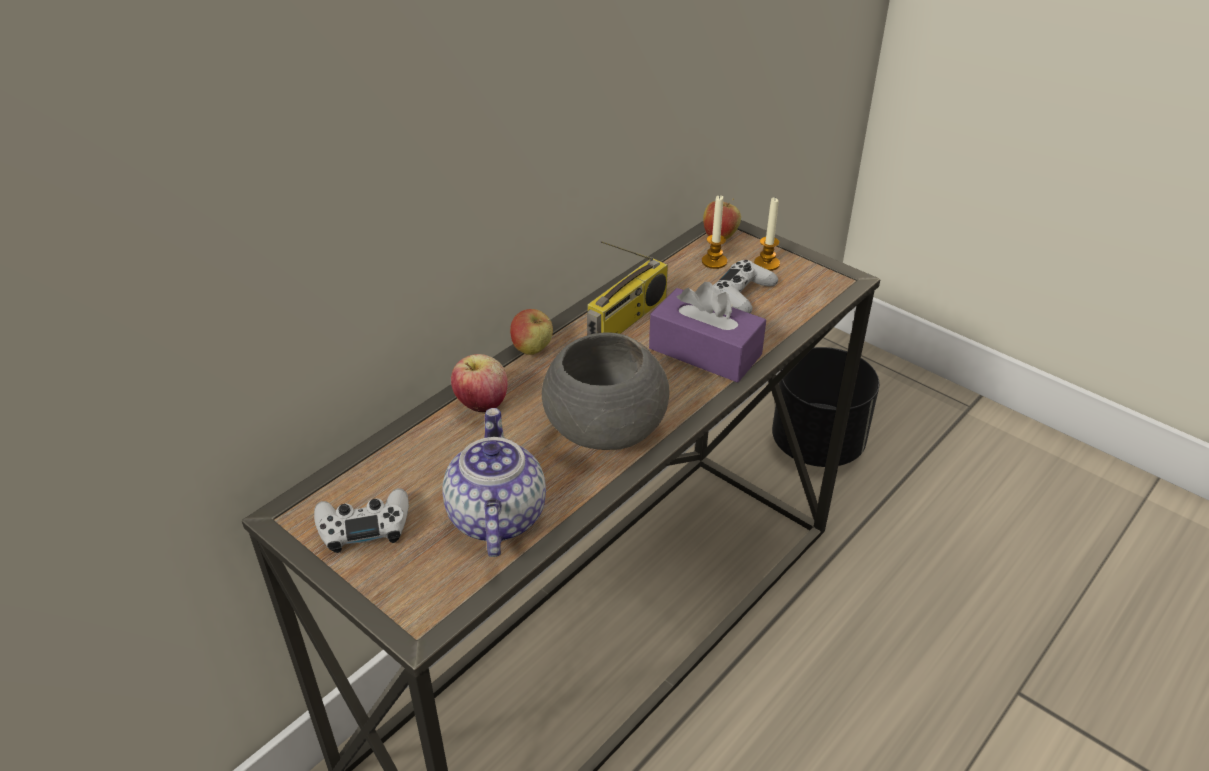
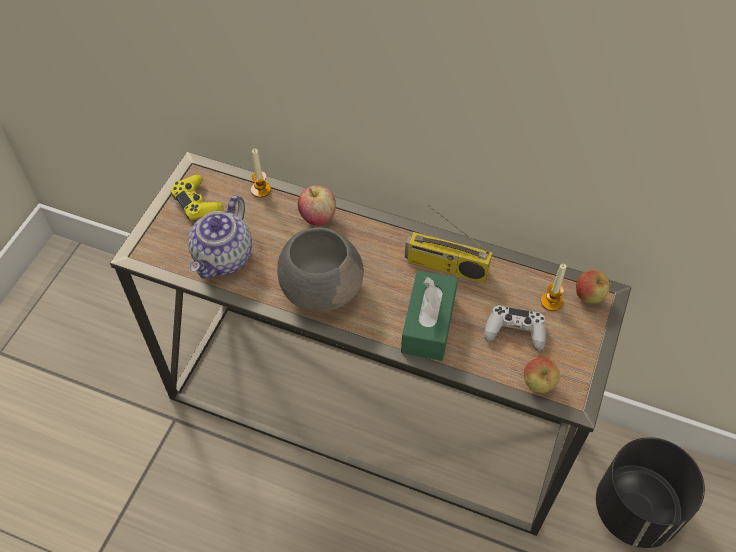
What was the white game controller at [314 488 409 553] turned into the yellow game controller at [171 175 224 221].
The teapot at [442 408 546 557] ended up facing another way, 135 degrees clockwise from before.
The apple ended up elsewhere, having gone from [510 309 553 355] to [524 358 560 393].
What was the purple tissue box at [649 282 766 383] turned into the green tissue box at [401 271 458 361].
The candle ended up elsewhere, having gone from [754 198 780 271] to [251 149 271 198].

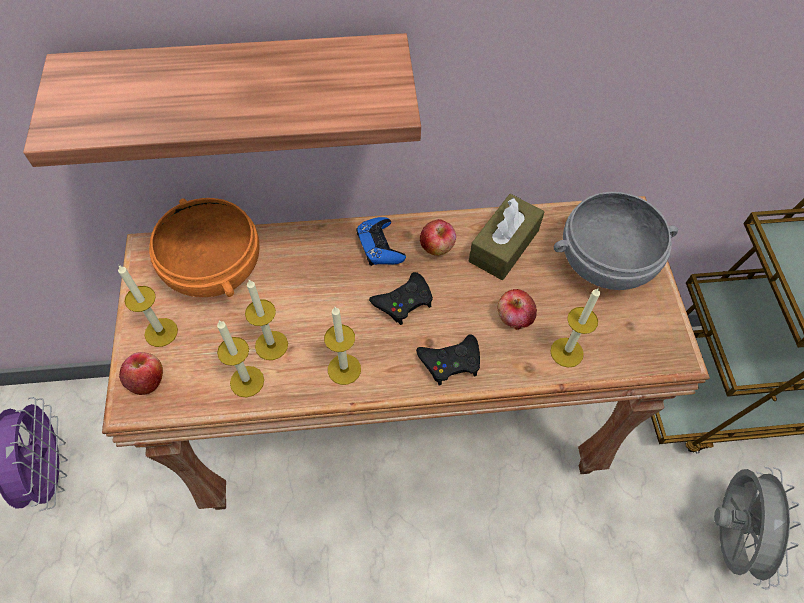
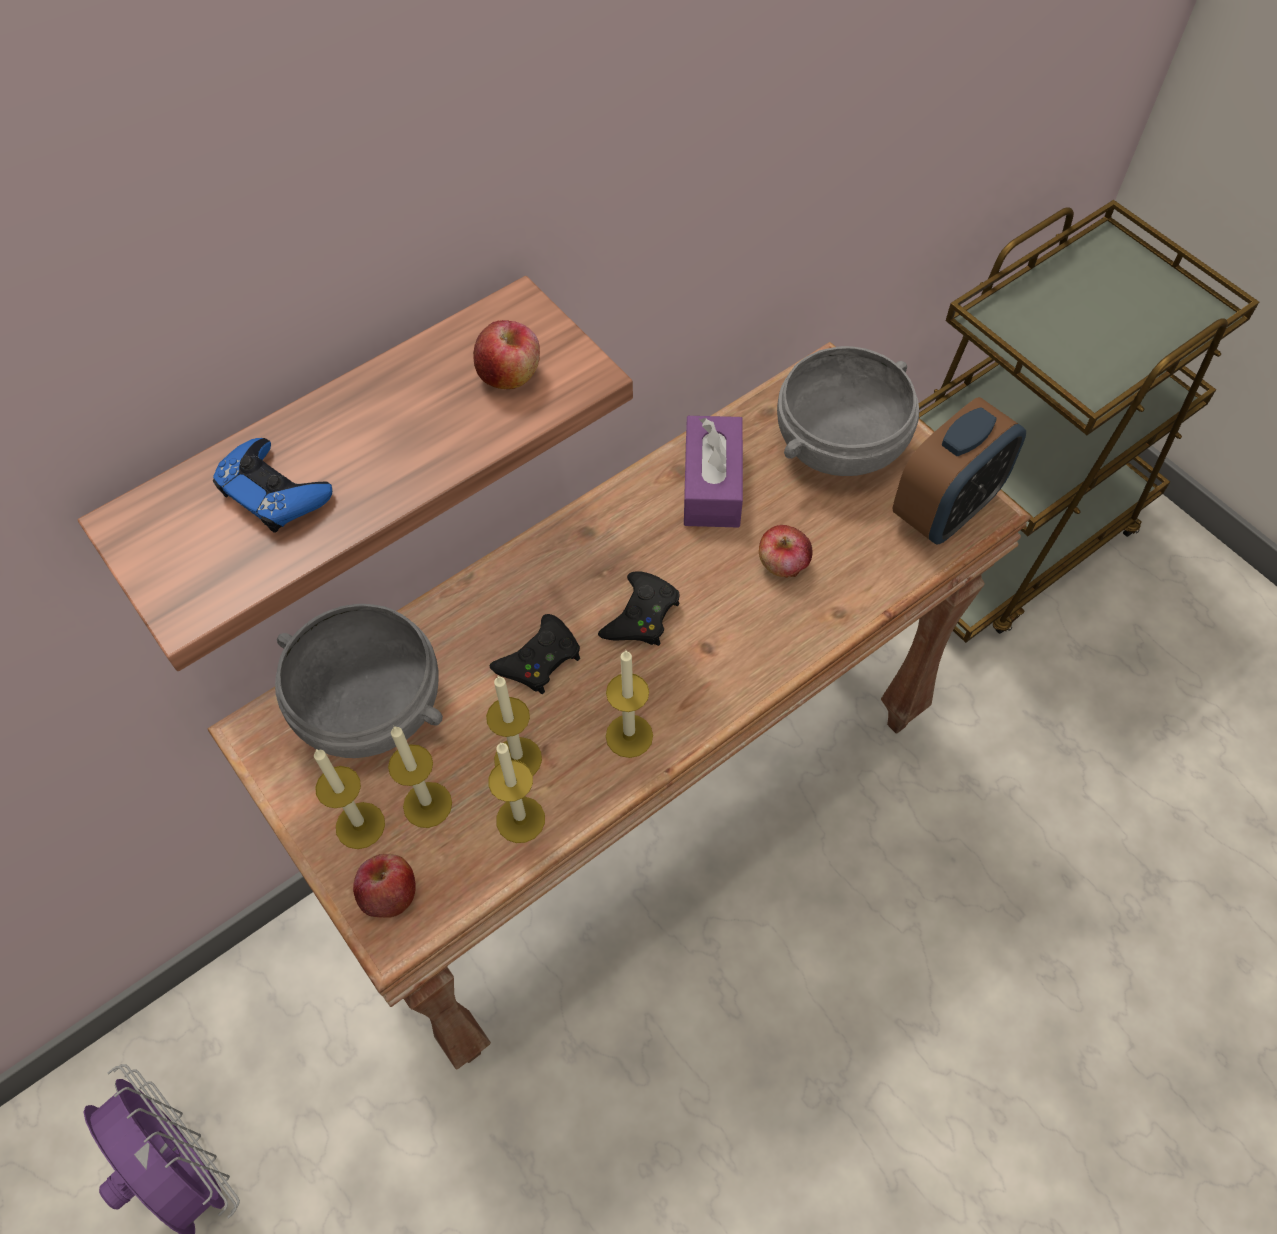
What was the orange bowl at [149 198 259 297] turned into the grey bowl at [275 604 443 758].
The blue game controller ended up elsewhere, having gone from [356 217 406 266] to [213 438 332 533].
The black game controller ended up elsewhere, having gone from [416 334 480 386] to [490 614 580 694].
The apple ended up elsewhere, having gone from [420 219 456 256] to [473 320 540 389].
What was the brown tissue box at [469 194 544 280] turned into the purple tissue box at [684 416 743 528].
The candle ended up elsewhere, having gone from [550 287 600 367] to [388 726 452 828].
The second view lost the grey fan at [714 467 801 589].
The second view gained the alarm clock at [893 397 1026 545].

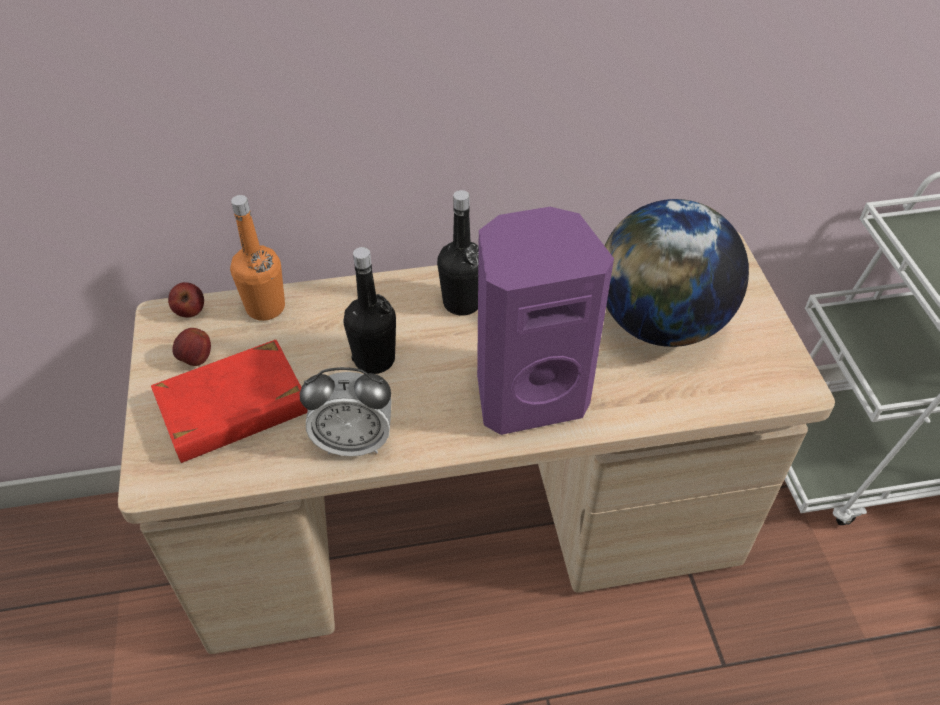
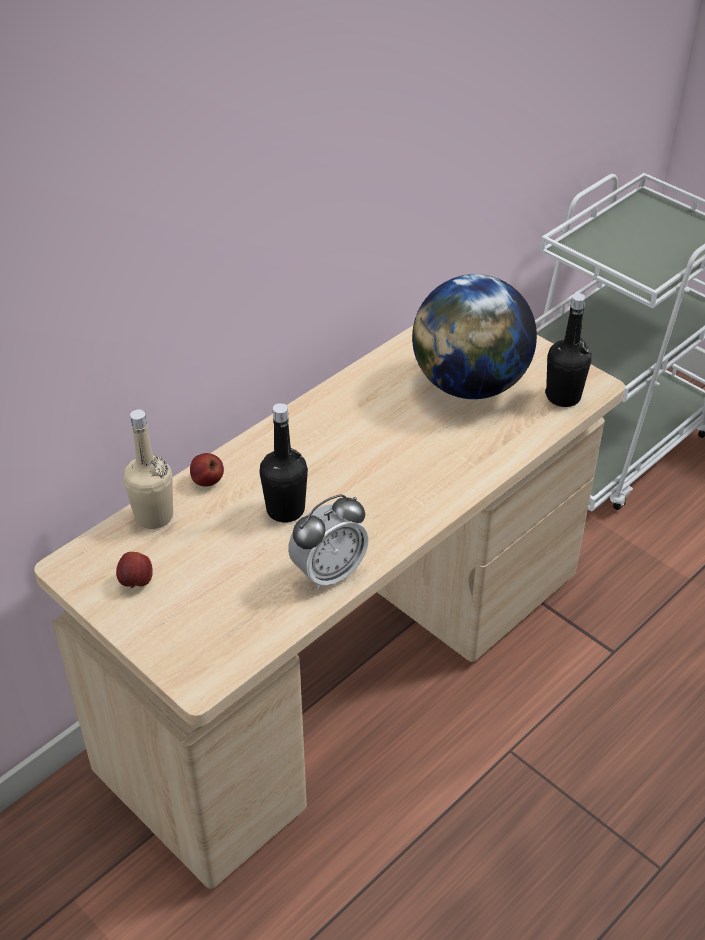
The second view lost the red book at [151 340 308 463].
The apple ended up elsewhere, having gone from [168 282 204 317] to [190 453 224 487].
What was the orange bottle at [230 195 285 321] turned into the beige bottle at [123 409 173 529].
The black bottle ended up elsewhere, having gone from [437 190 479 316] to [545 293 591 407].
The second view lost the purple speaker at [477 207 614 435].

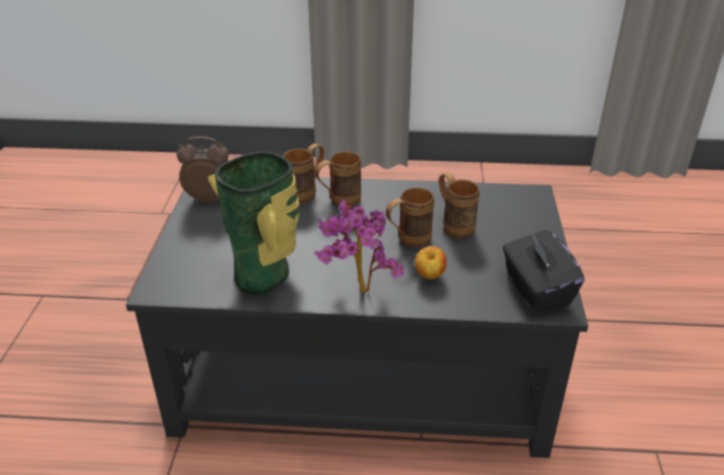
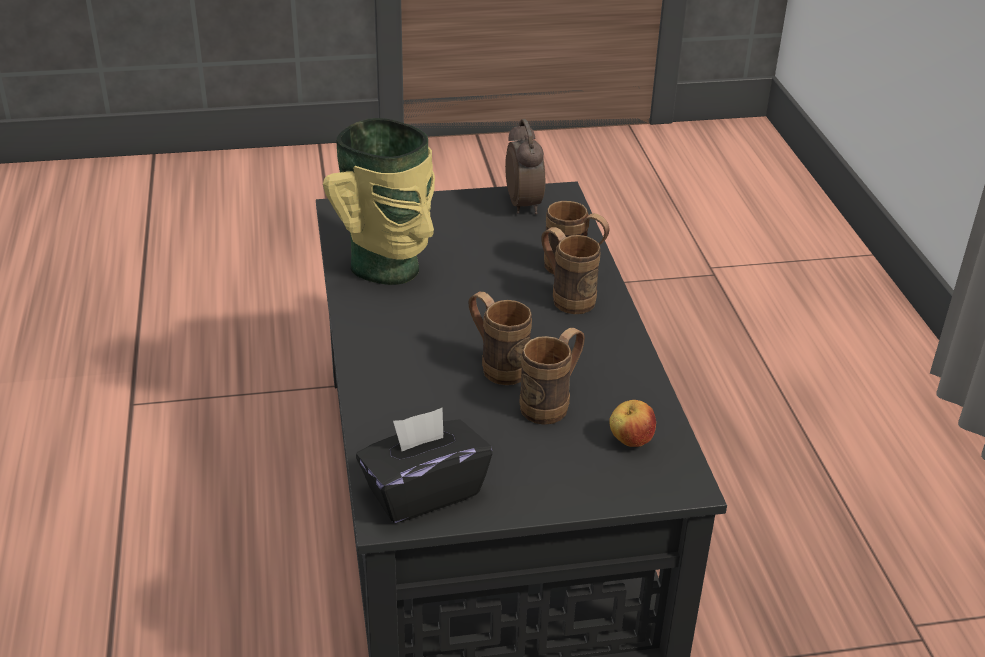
The second view lost the potted plant at [314 200 404 293].
The apple ended up elsewhere, having gone from [415 246 447 279] to [609 400 656 447].

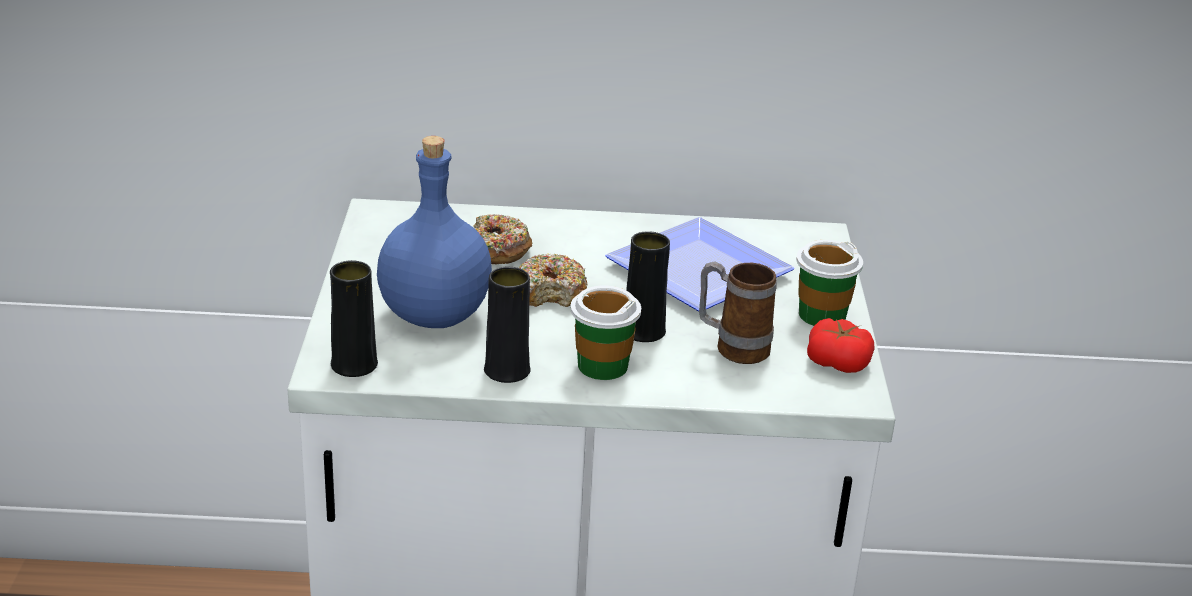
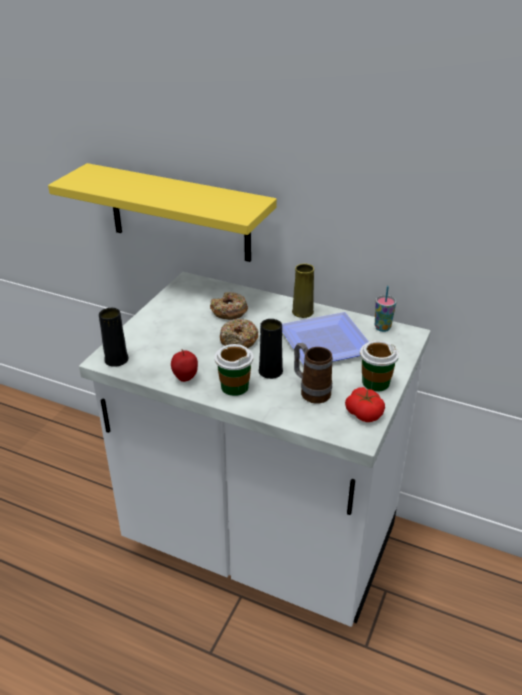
The second view lost the blue bottle at [377 136 492 328].
Where the black vase stood at [484 267 531 383], the apple came to stand at [171 349 198 382].
The second view gained the yellow shelf at [48 163 277 262].
The second view gained the yellow vase at [292 264 314 318].
The second view gained the cup at [375 286 396 332].

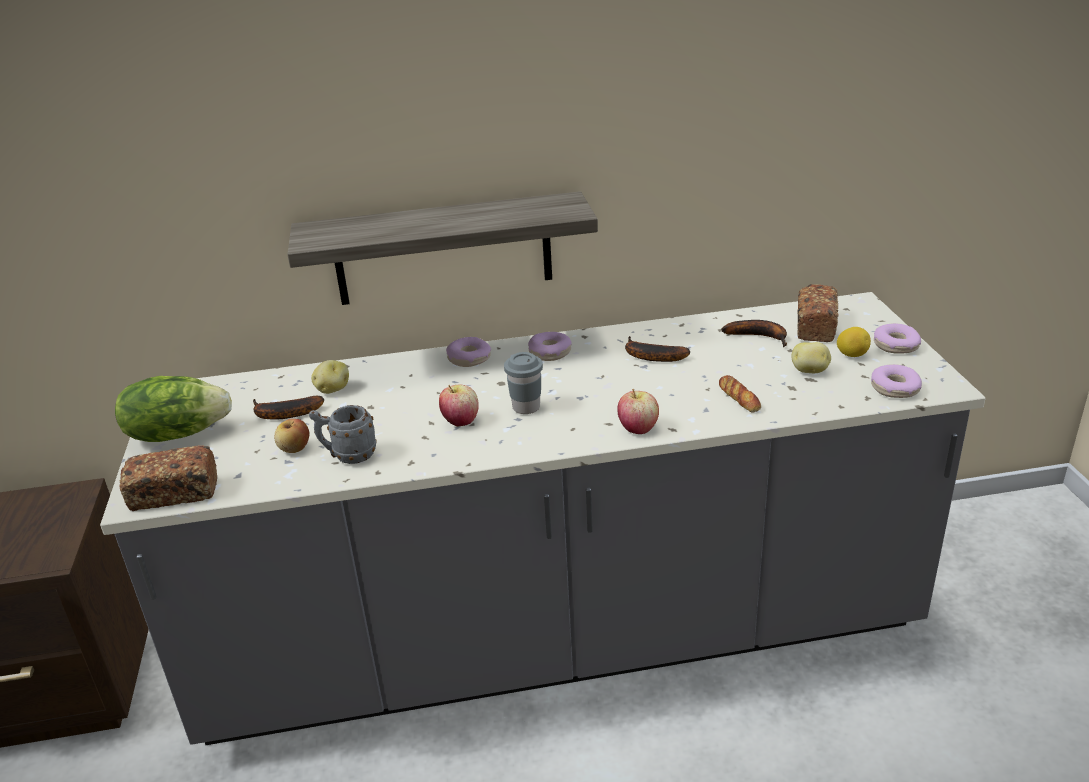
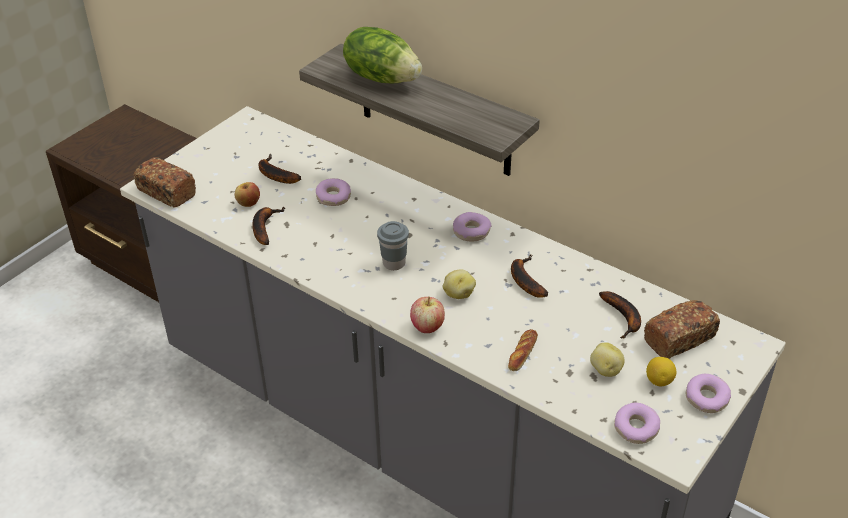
The lettuce ended up elsewhere, having gone from [115 376 232 442] to [343 27 422 83].
Where the grey mug stood at [309 405 377 464], the banana came to stand at [253 207 285 245].
The potato ended up elsewhere, having gone from [311 360 349 394] to [443 270 476 299].
The second view lost the apple at [439 384 479 427].
The donut ended up elsewhere, having gone from [446 337 491 367] to [316 178 351 206].

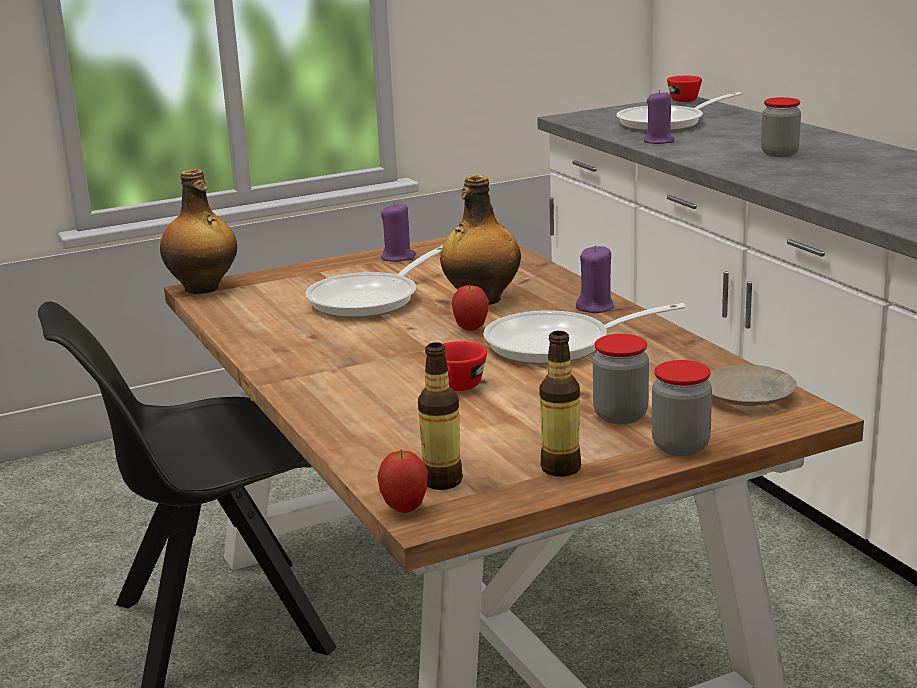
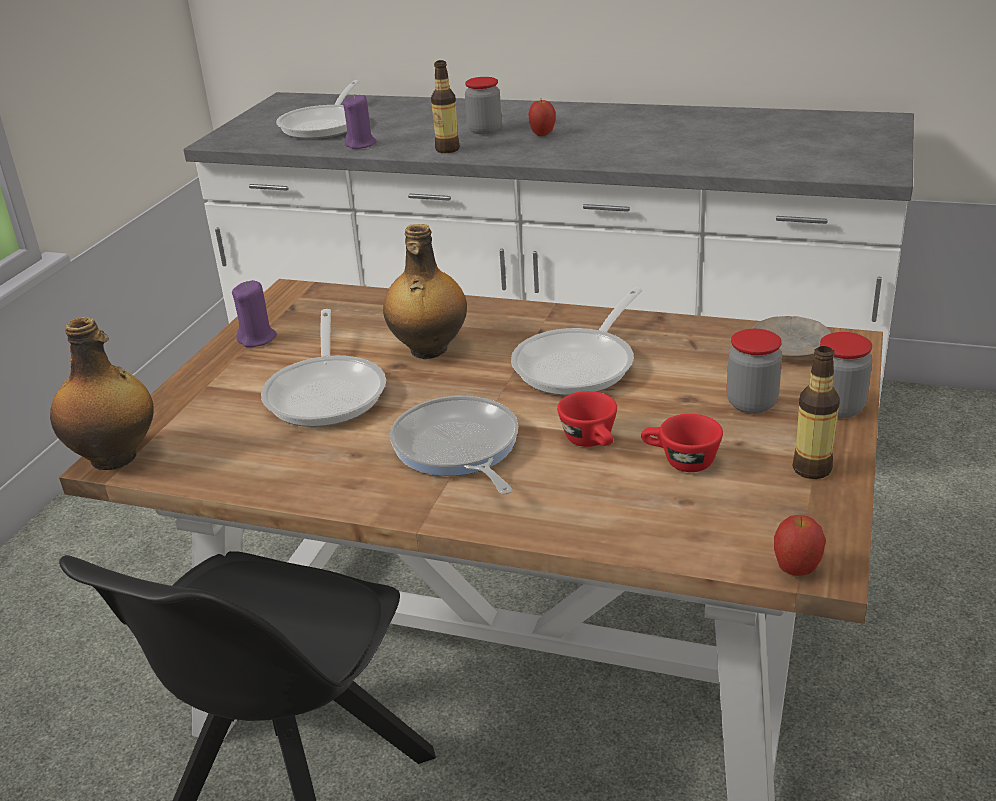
The bottle ended up elsewhere, having gone from [418 343 463 490] to [431 60 460 153].
The apple ended up elsewhere, having gone from [452 285 489 331] to [528 100 556 136].
The second view lost the purple candle at [576 245 614 313].
The red cup ended up elsewhere, having gone from [667 76 702 102] to [641 414 723 472].
The second view gained the frying pan at [390 396 518 495].

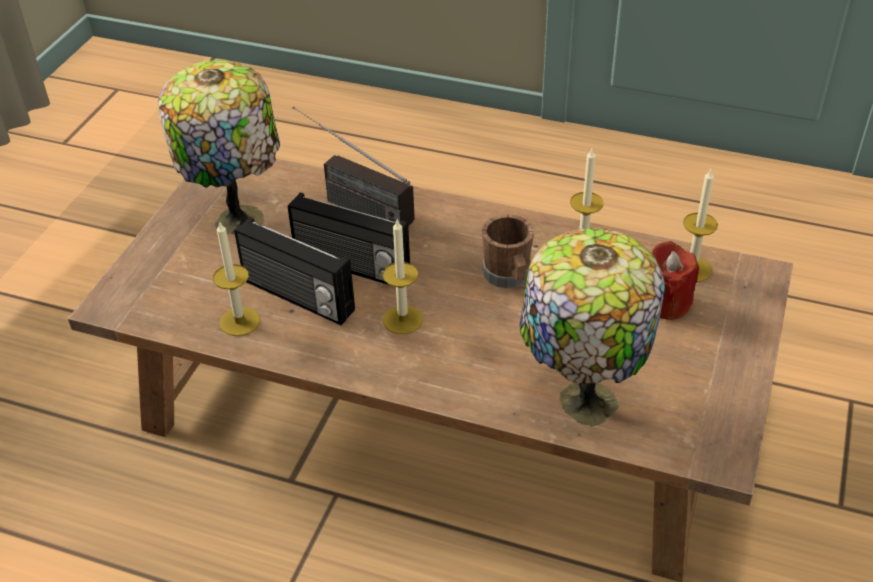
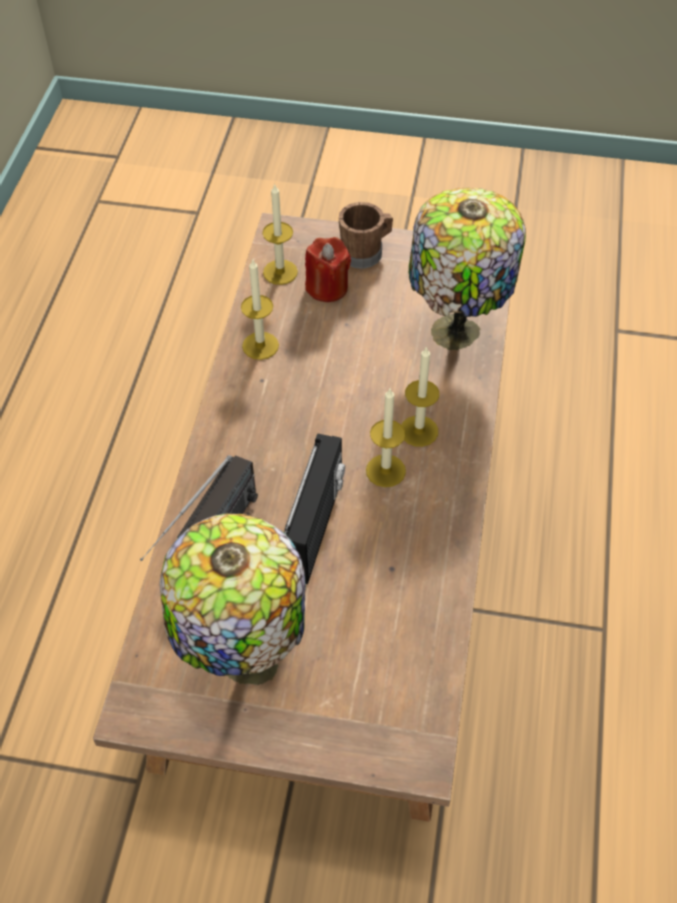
The candle ended up elsewhere, having gone from [213 221 260 336] to [401 346 439 447].
The second view lost the radio at [234 217 355 325].
The brown mug ended up elsewhere, having gone from [482 214 534 288] to [339 202 393 269].

